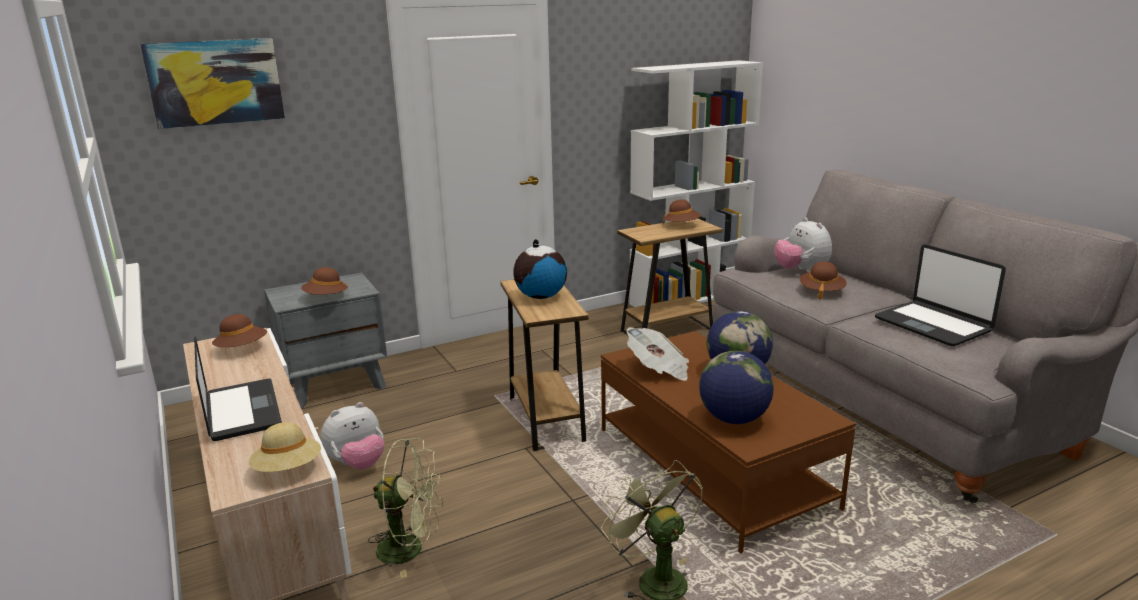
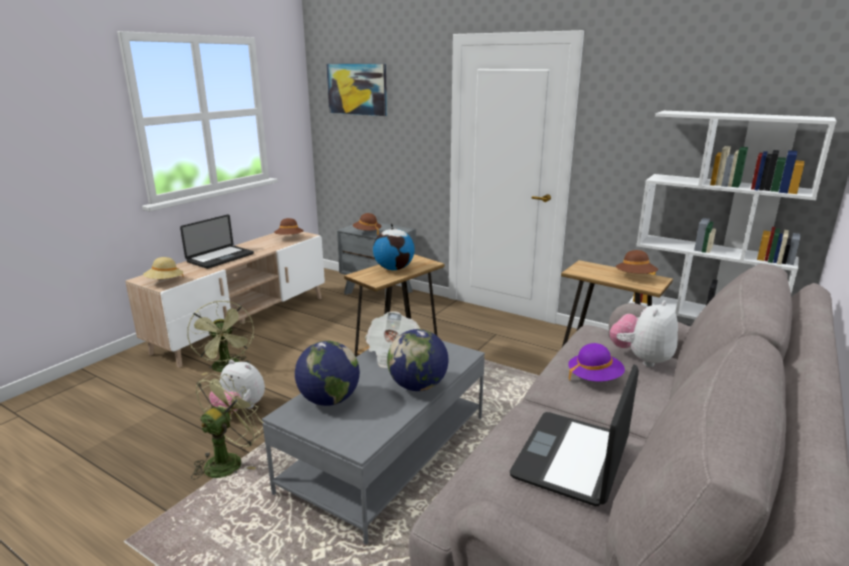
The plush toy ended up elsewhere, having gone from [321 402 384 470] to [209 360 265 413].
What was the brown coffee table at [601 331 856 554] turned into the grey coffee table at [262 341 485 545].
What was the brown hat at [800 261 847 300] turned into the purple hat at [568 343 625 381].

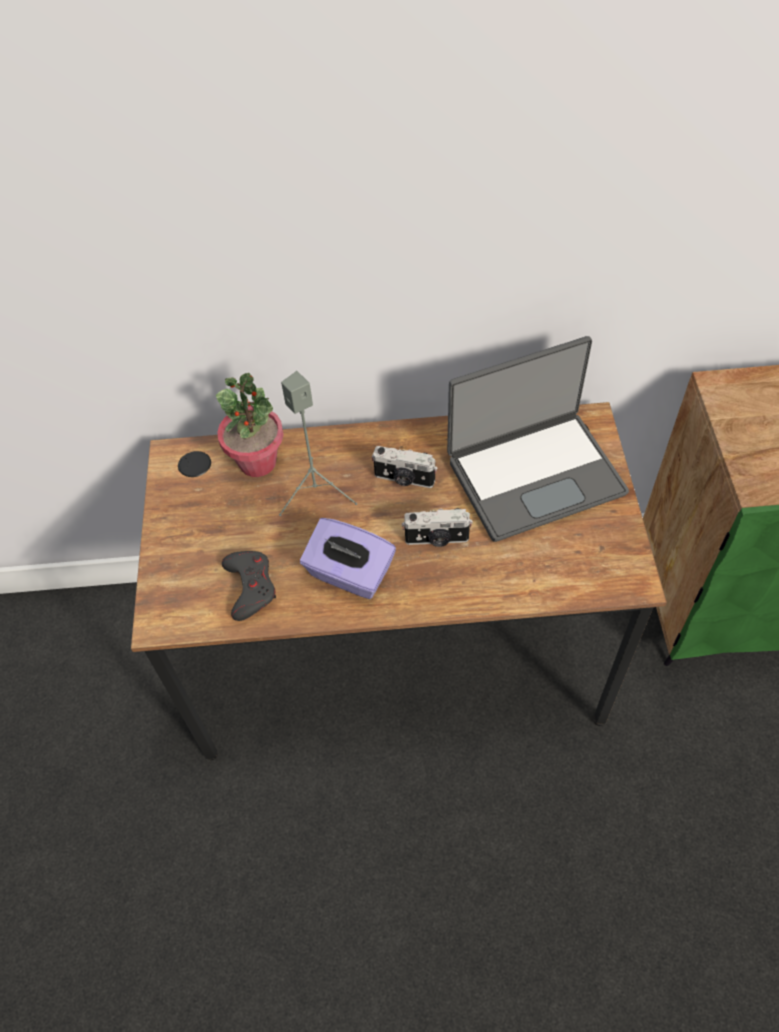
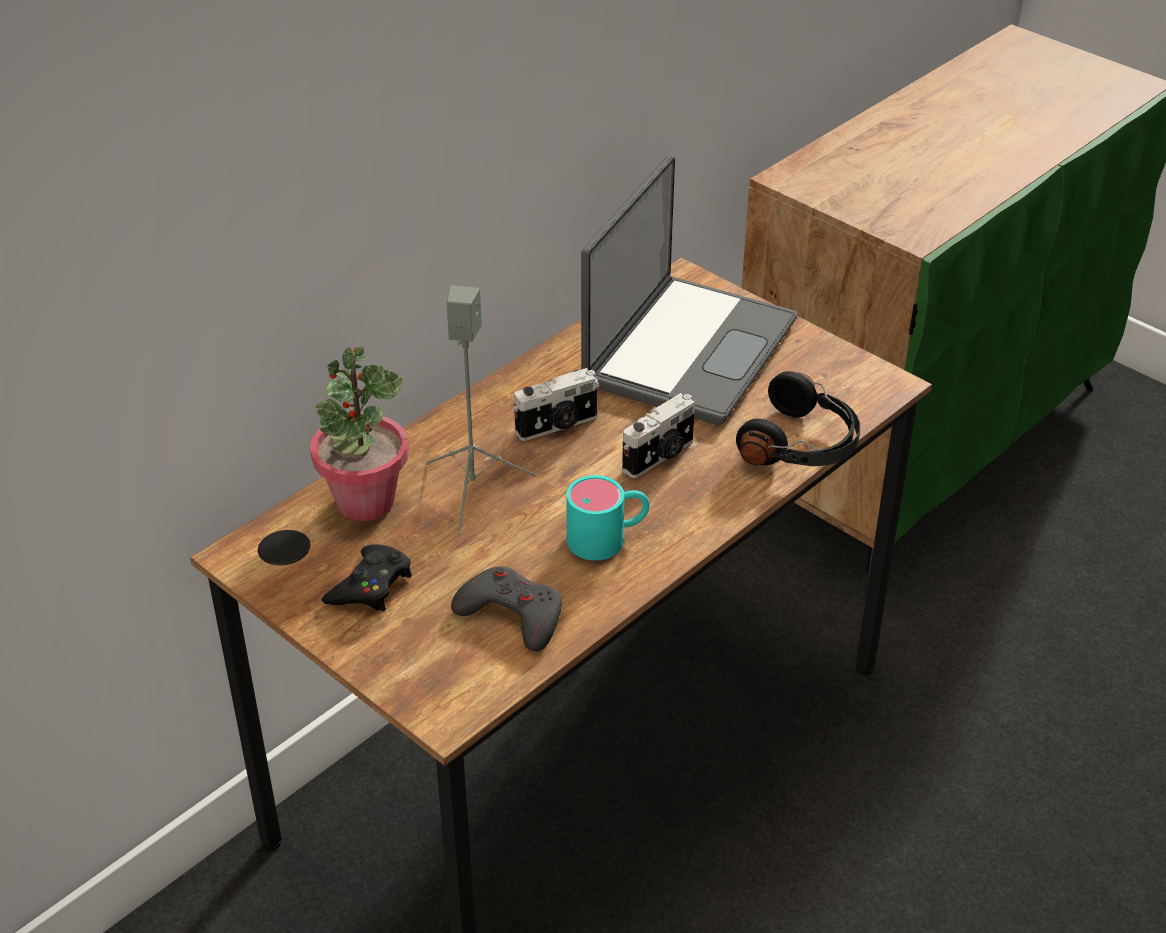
Where the purple tissue box stood at [300 518 396 599], the turquoise mug came to stand at [566 475 650 561].
The second view gained the black game controller at [322 544 412 611].
The second view gained the black headphones at [736 371 860 466].

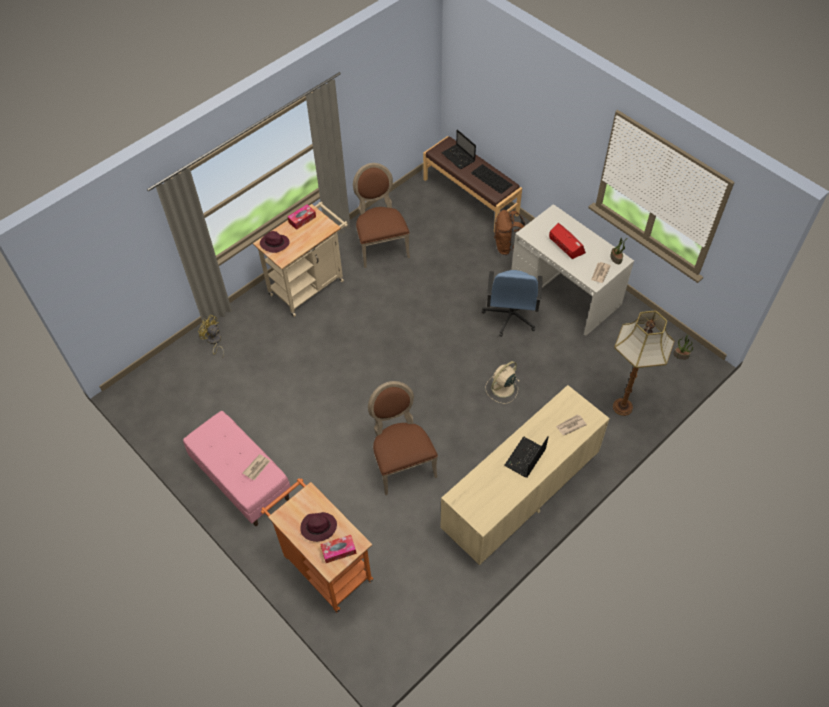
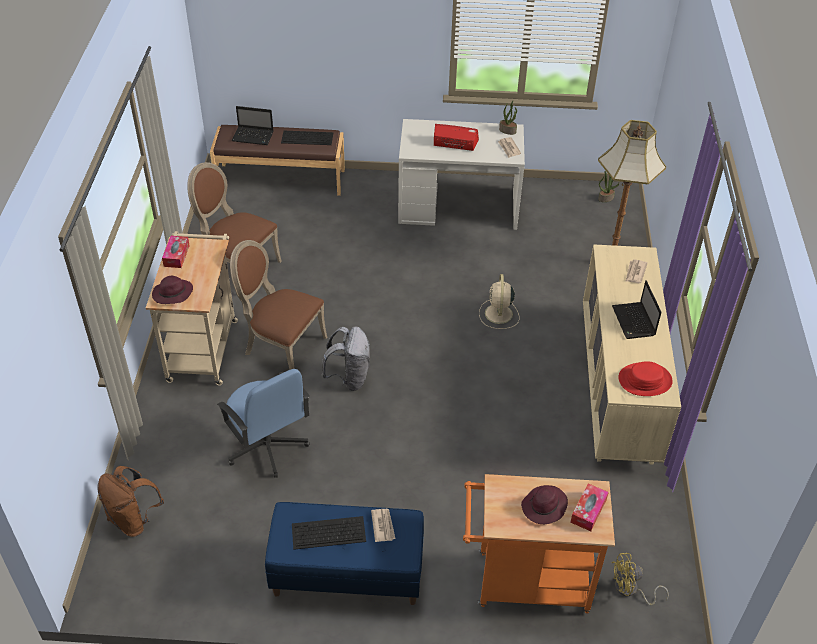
What was the pink bench at [183 411 291 526] turned into the blue bench at [265 502 424 605].
The yellow fan ended up elsewhere, having gone from [198 315 224 358] to [611 553 669 605].
The brown chair ended up elsewhere, having gone from [368 381 438 495] to [230 240 327 370].
The blue office chair ended up elsewhere, having gone from [482 270 542 337] to [217 369 310 478].
The brown backpack ended up elsewhere, having gone from [494 210 525 255] to [97 466 164 537].
The second view gained the keyboard at [292 516 366 550].
The second view gained the grey backpack at [322 327 370 391].
The second view gained the red hat at [619 361 673 396].

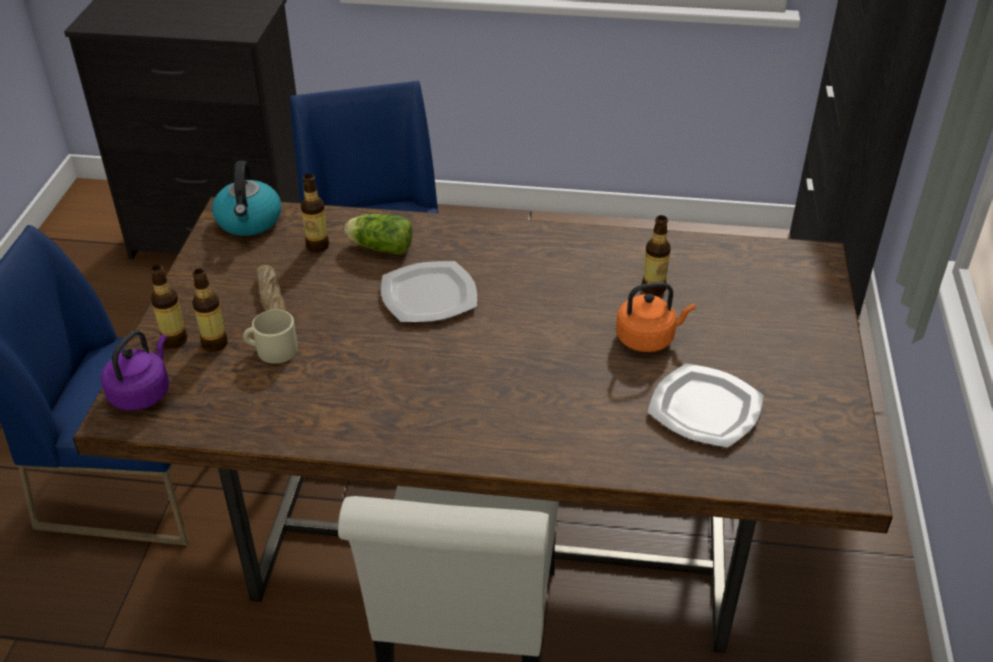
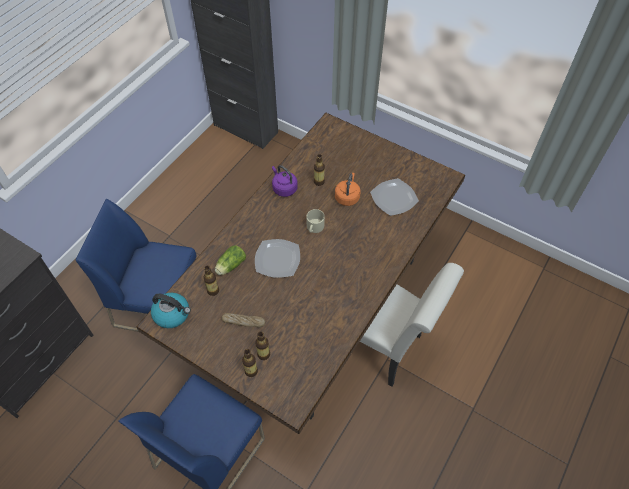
The purple kettle ended up elsewhere, having gone from [101 330 169 411] to [272 165 298 197].
The beige mug ended up elsewhere, having gone from [243 310 298 364] to [306 209 325 233].

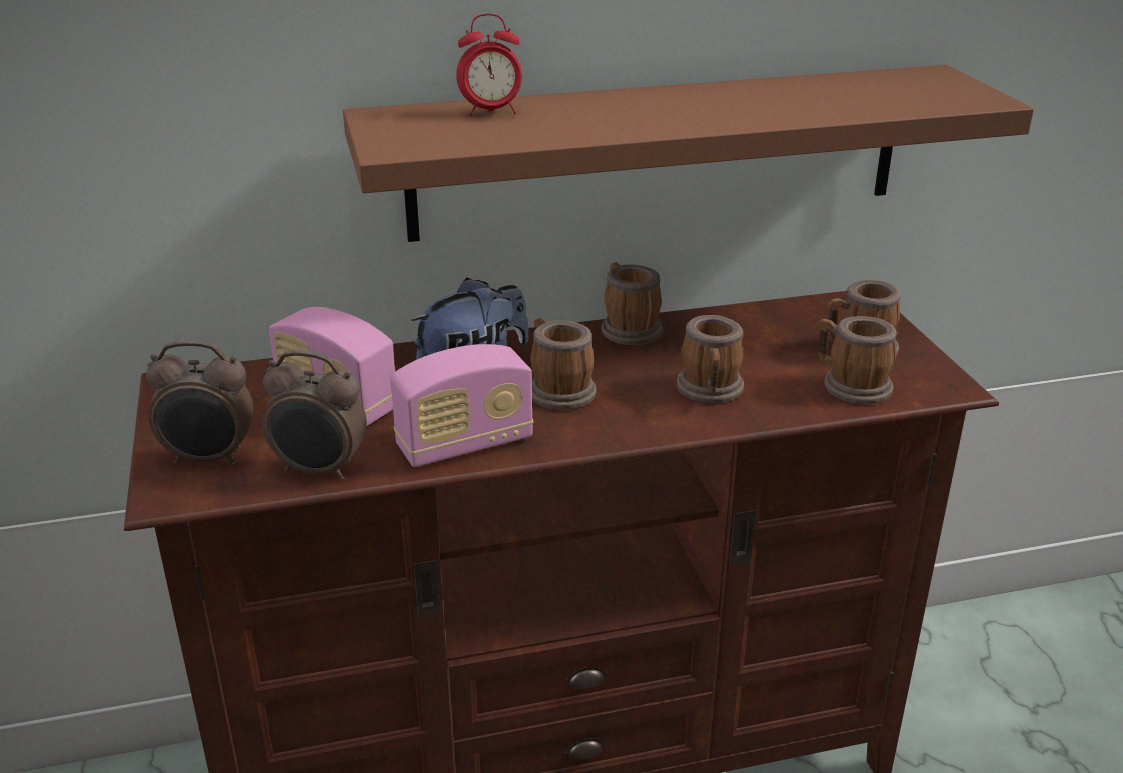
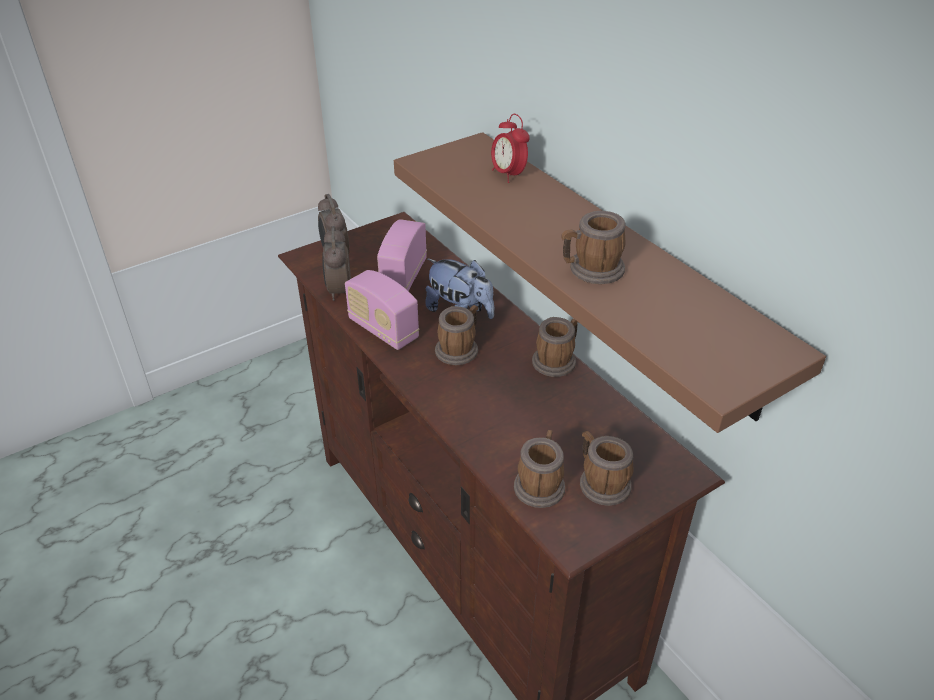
The mug ended up elsewhere, having gone from [676 315 744 403] to [561 211 626 284].

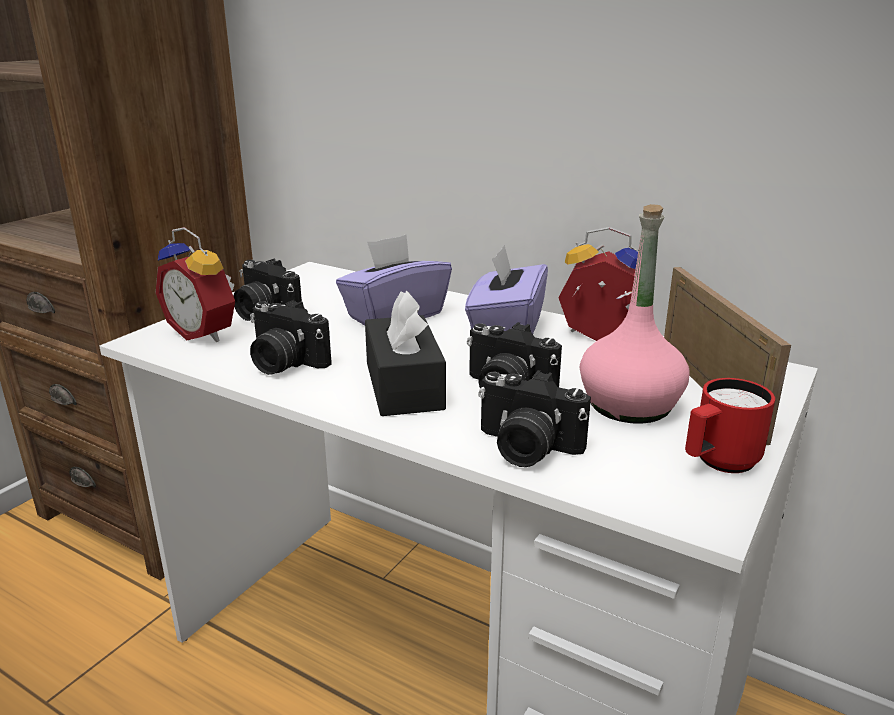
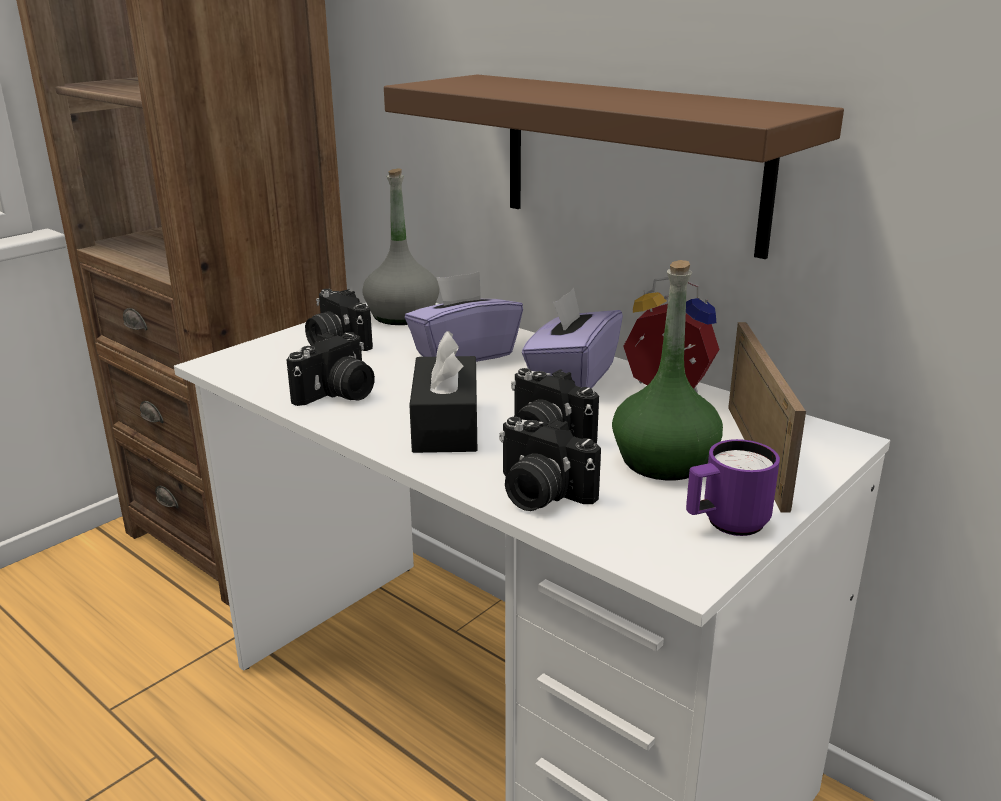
The second view lost the alarm clock at [156 227 235 342].
The photo camera at [250 300 332 375] ended up facing another way, 90 degrees counterclockwise from before.
What was the pink bottle at [580 204 690 424] turned into the green bottle at [612 260 723 481].
What was the red mug at [685 378 775 473] turned into the purple mug at [686 439 780 536].
The second view gained the grey bottle at [362 168 439 325].
The second view gained the brown shelf at [384 74 844 259].

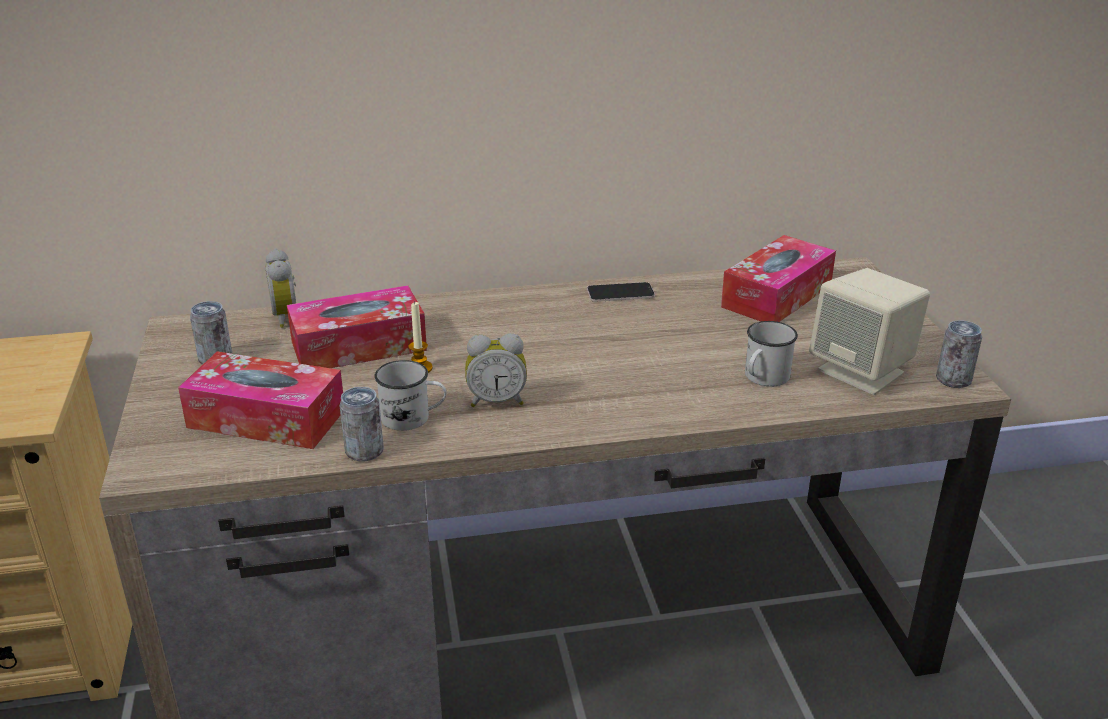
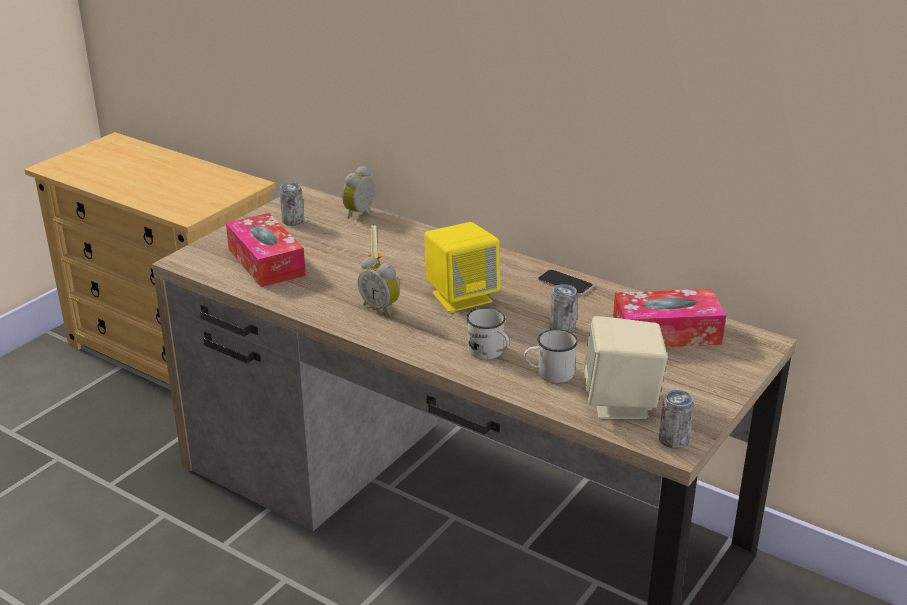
The second view lost the tissue box at [287 285 427 368].
The can ended up elsewhere, having gone from [340 387 384 462] to [549 284 578 333].
The white mug ended up elsewhere, having gone from [374 360 446 431] to [466 308 510 359].
The second view gained the yellow speaker at [424 222 500 313].

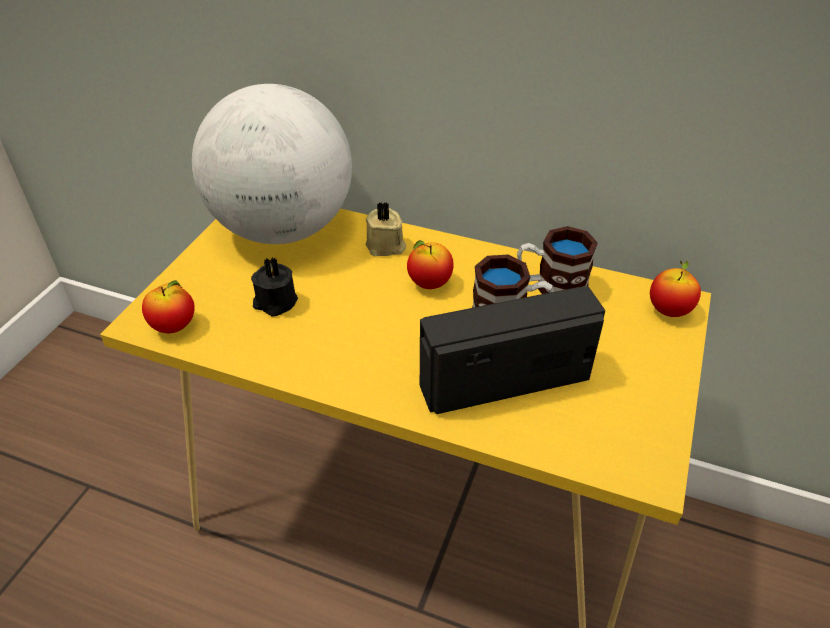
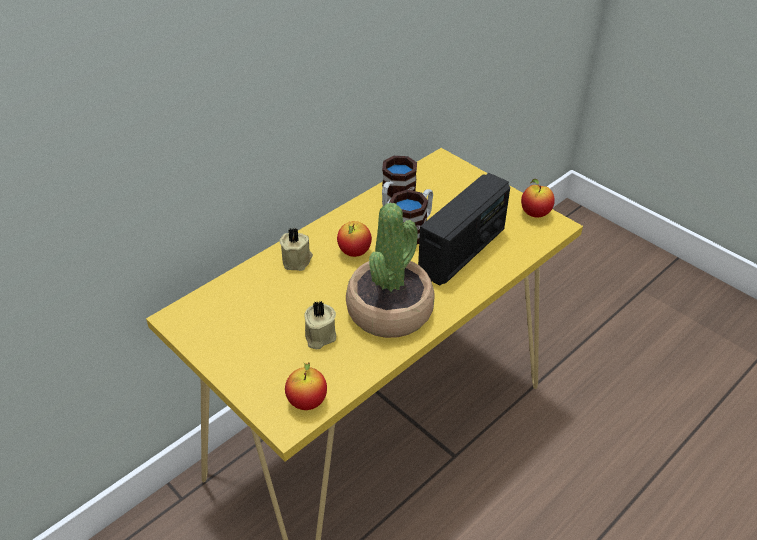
The second view lost the globe at [192 84 352 244].
What was the black candle at [251 257 298 317] turned into the beige candle at [304 301 336 349].
The radio at [420 286 605 414] ended up facing another way, 150 degrees counterclockwise from before.
The apple ended up elsewhere, having gone from [650 261 701 317] to [521 179 555 218].
The second view gained the potted plant at [346 203 435 338].

